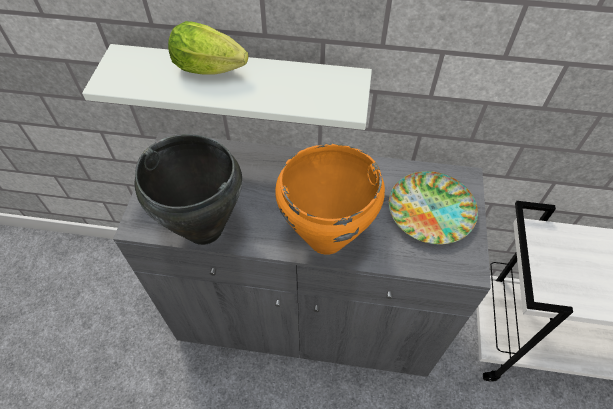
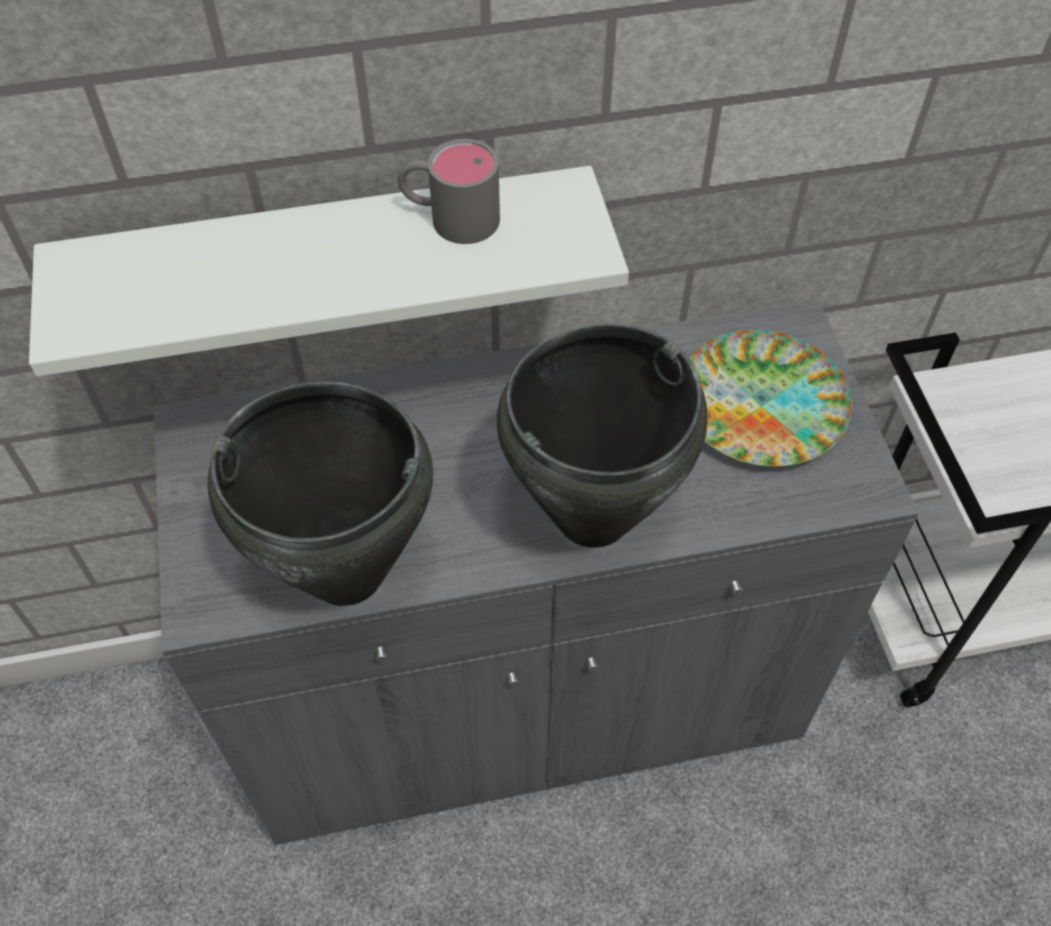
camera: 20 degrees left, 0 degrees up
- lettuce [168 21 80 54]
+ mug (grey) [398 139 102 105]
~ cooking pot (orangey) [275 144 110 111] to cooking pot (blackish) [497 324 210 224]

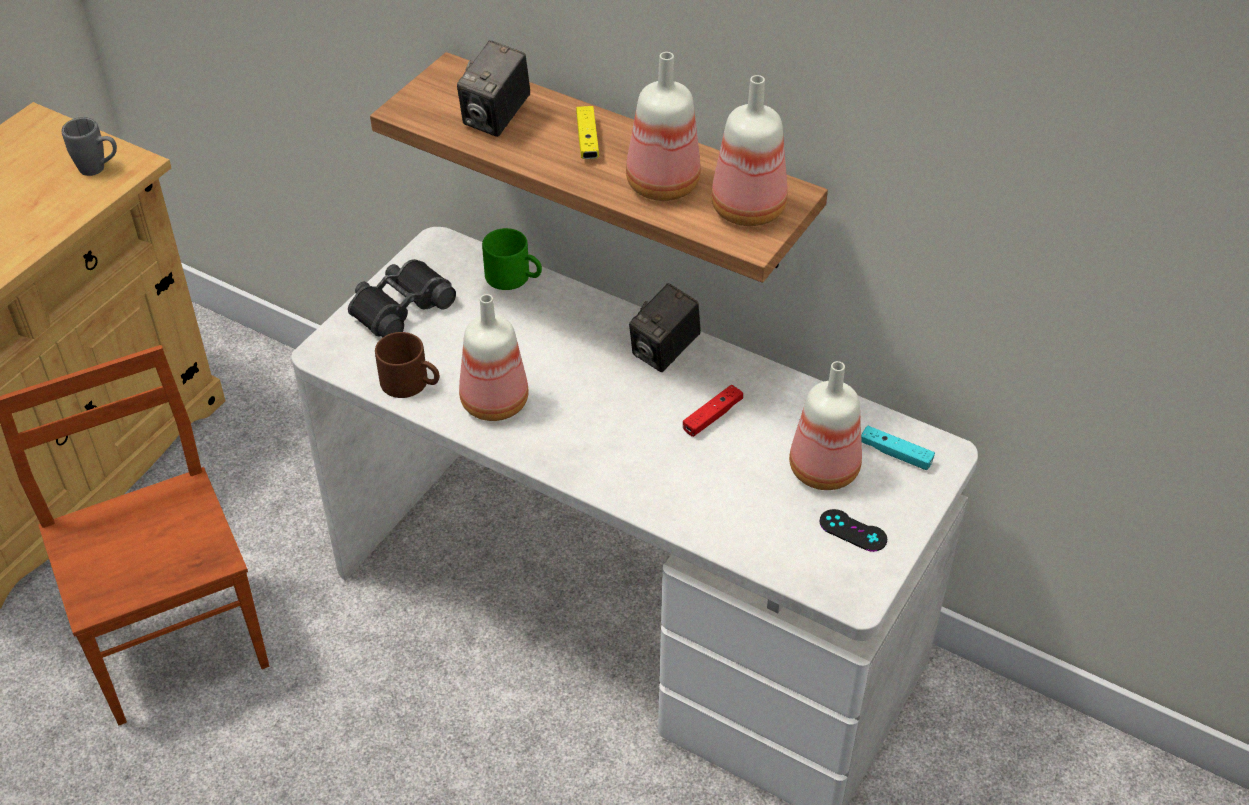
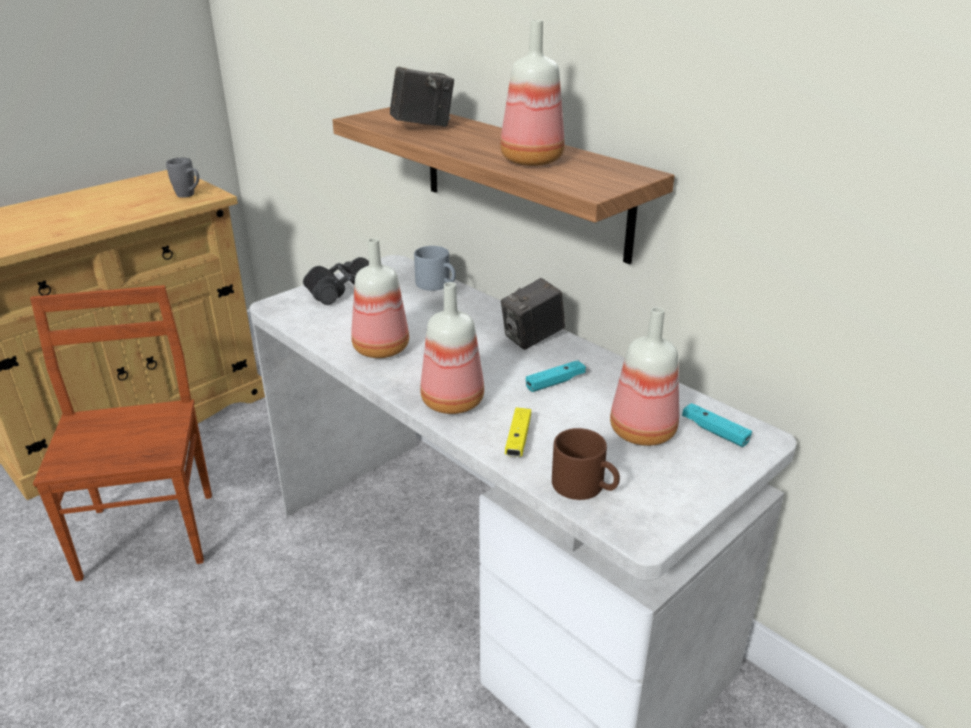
camera: 15 degrees right, 15 degrees down
- joypad (blackish) [819 509 68 43]
~ mug (brown) [375 332 64 66] to [552 428 68 72]
~ joypad (yellow-coloured) [576 106 23 53] to [505 408 26 49]
~ beverage bottle [711 75 77 151] to [420 282 64 132]
~ mug (green) [482 228 60 62] to mug (grey) [414 246 42 45]
~ joypad (reddish) [683 385 60 52] to joypad (turquoise) [526 360 60 32]
~ photo camera [457 40 73 97] = [390 66 64 61] 150 degrees counterclockwise

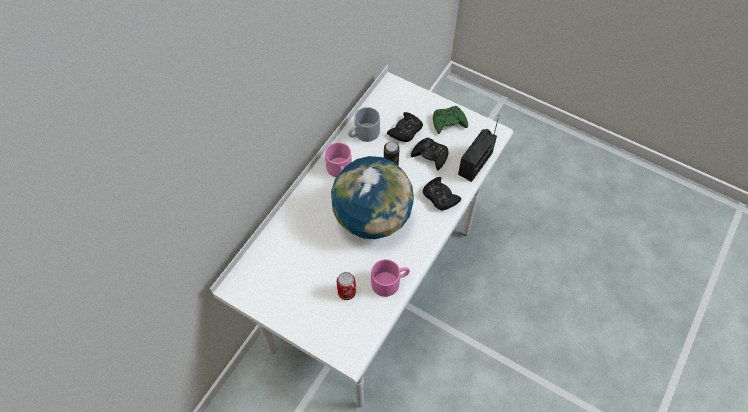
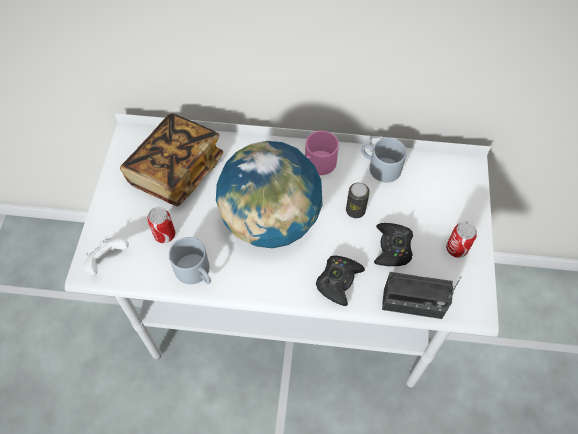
camera: 65 degrees right, 0 degrees up
- joypad (blackish) [387 112 36 30]
+ joypad (white-coloured) [83 237 46 39]
+ volume [120 113 103 93]
~ joypad (green) [433 106 35 28] to can [446 221 31 37]
~ mug (pinkish) [371 259 39 38] to mug (grey) [169 237 42 47]

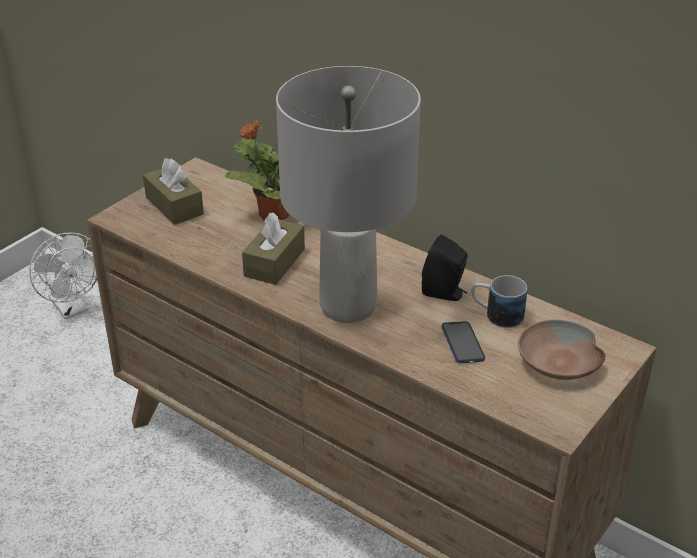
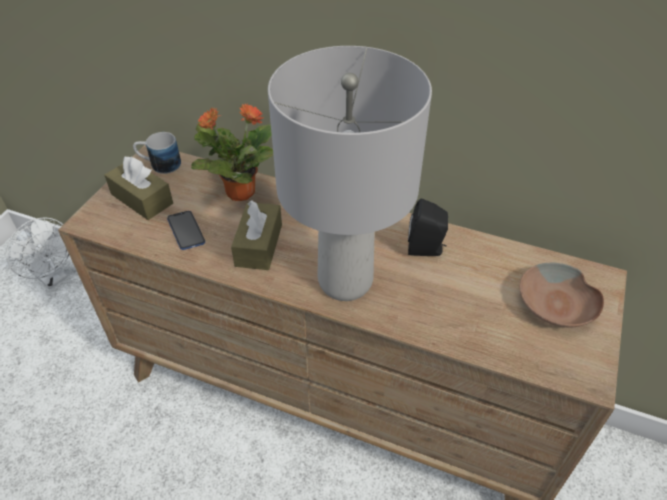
camera: 15 degrees left, 10 degrees up
~ handset [441 321 44 42] to [167 211 38 39]
~ mug [471 275 56 53] to [133 132 48 42]

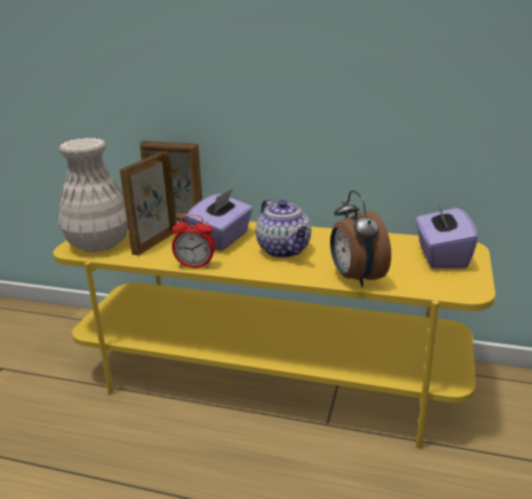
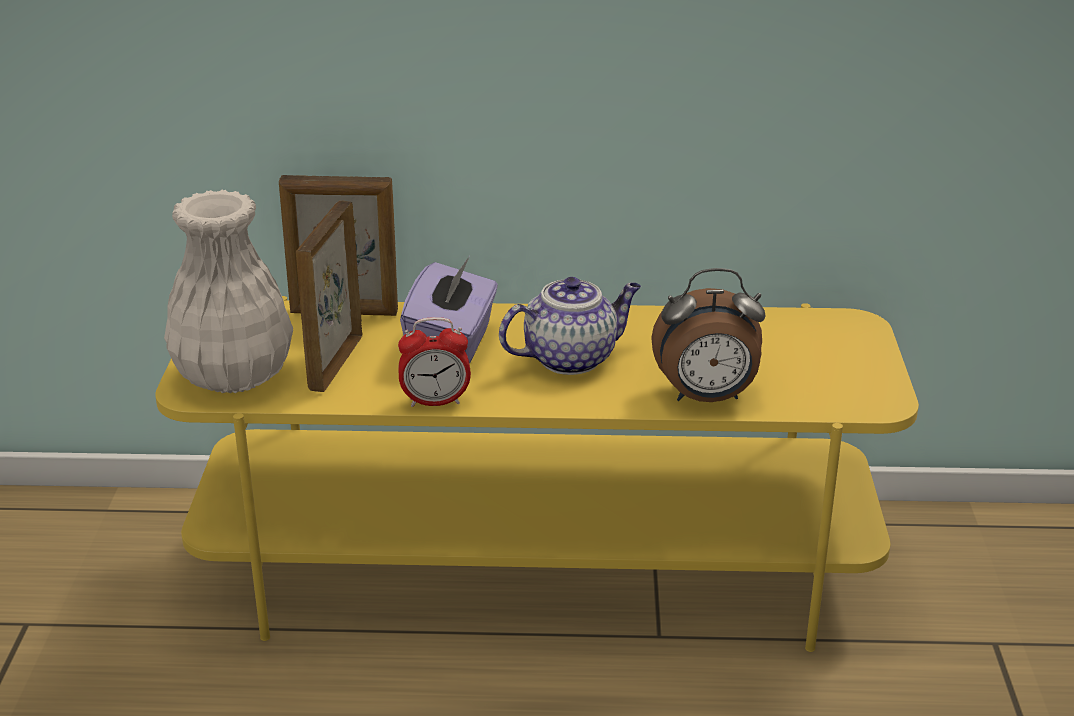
camera: 15 degrees left, 5 degrees up
- box of tissues (purplish) [416 199 62 70]
~ tea pot [256 199 55 59] = [499 277 142 98] 75 degrees counterclockwise
~ alarm clock [330 190 61 97] = [651 268 114 134] 60 degrees counterclockwise

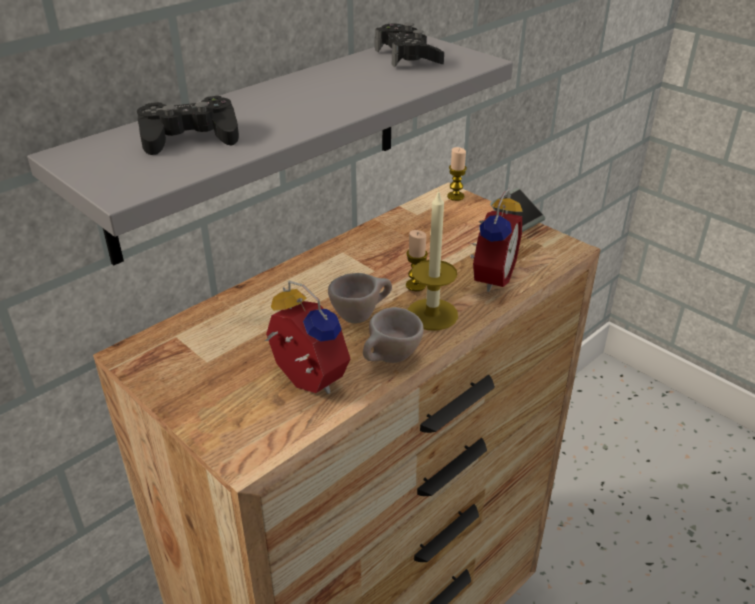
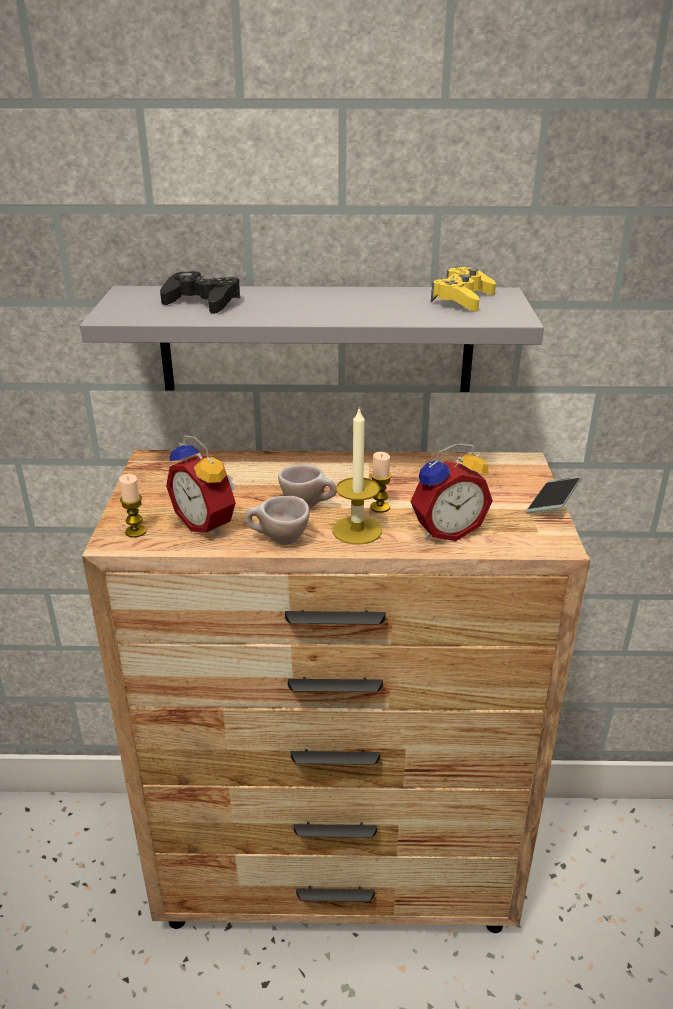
camera: 45 degrees right, 5 degrees down
~ wax light [447 147 20 54] to [119 474 27 64]
~ joypad (blackish) [375 23 69 44] to joypad (yellow-coloured) [431 267 65 45]
~ alarm clock [265 281 85 113] = [166 435 70 101] 135 degrees clockwise

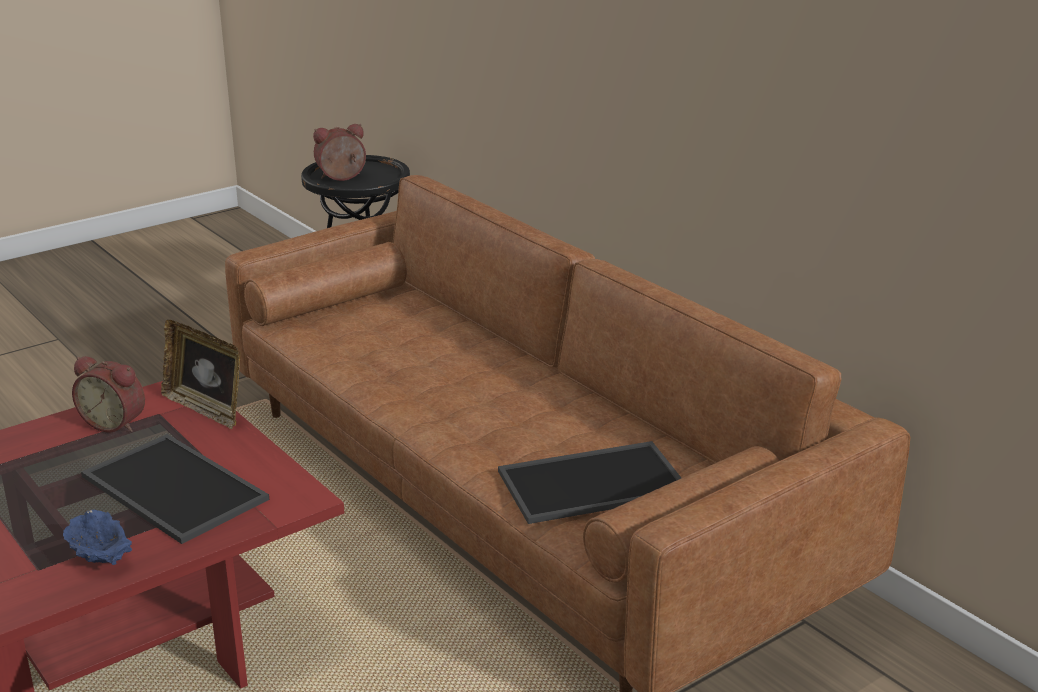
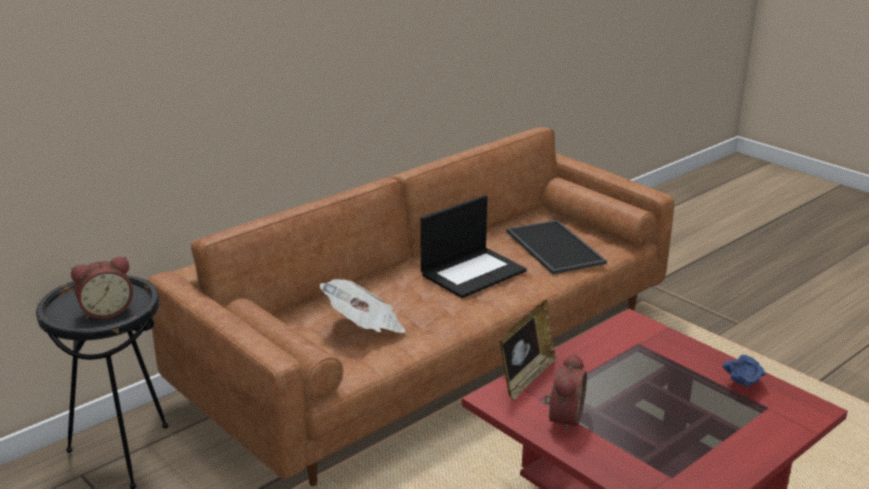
camera: 95 degrees left, 0 degrees up
- carrying tray [81 434 188 110]
+ daily paper [320 279 86 54]
+ laptop [421 195 106 103]
~ alarm clock [313 124 53 57] = [71 257 62 62] 90 degrees counterclockwise

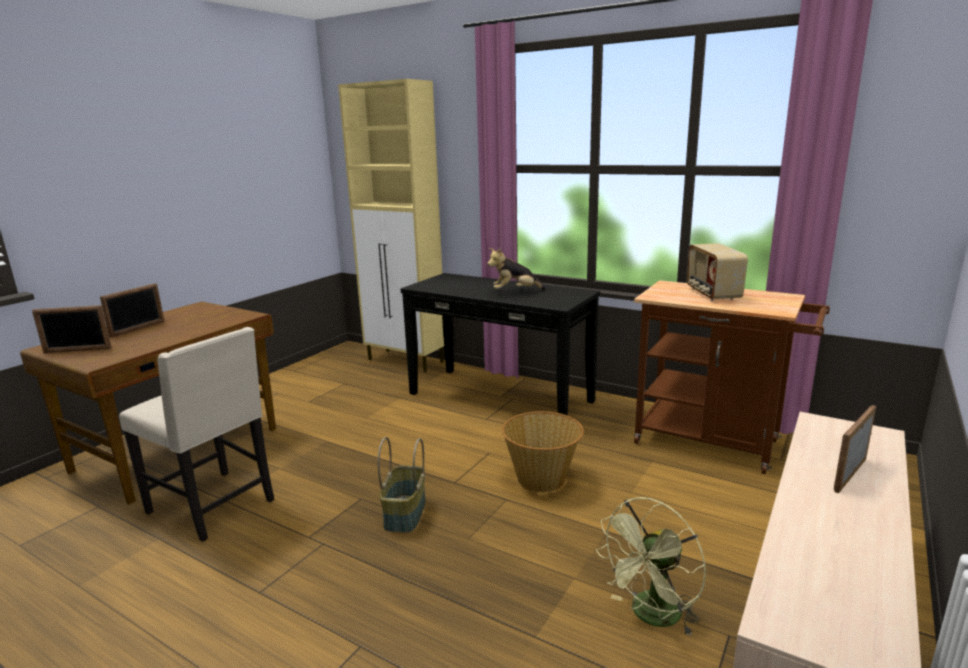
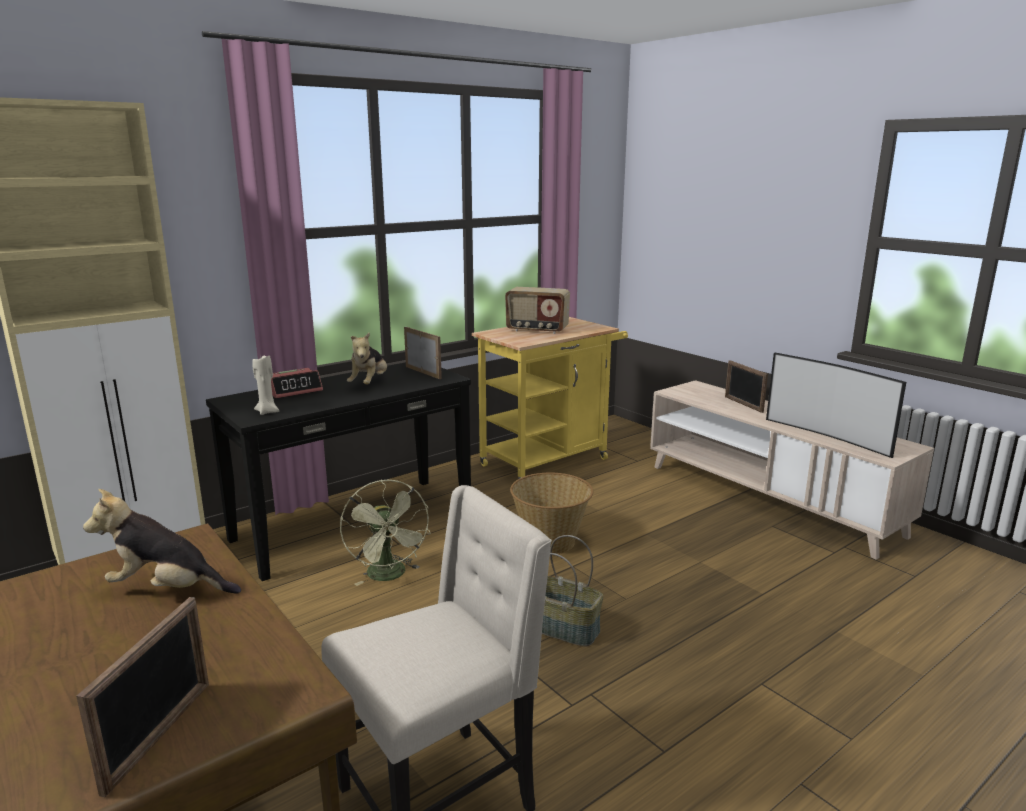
camera: 70 degrees left, 0 degrees up
+ soft toy [83 489 158 105]
+ wax light (beige-coloured) [252 355 27 60]
+ alarm clock [271 368 52 30]
+ television [766 353 140 105]
~ photo frame [100 283 64 55] to [404 327 38 52]
~ fan (green) [596 497 110 139] to [340 479 90 107]
~ cart (brown) [634 280 196 194] to cart (yellow-coloured) [472 317 156 162]

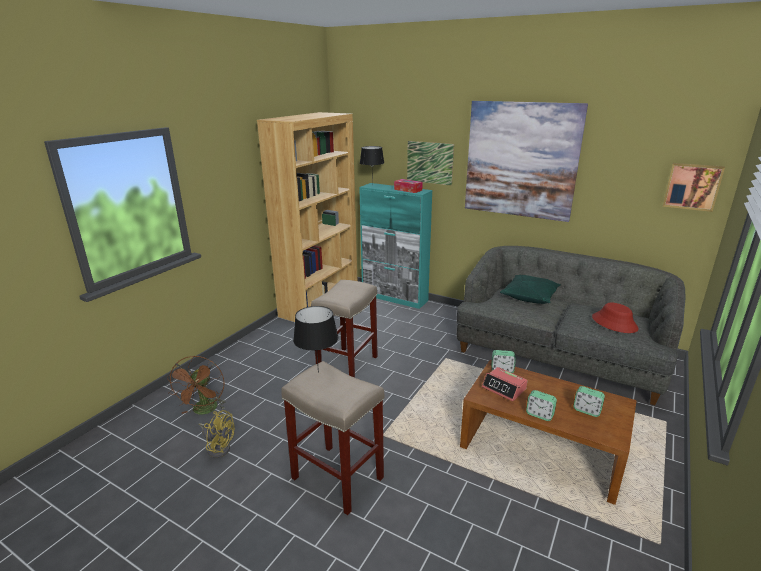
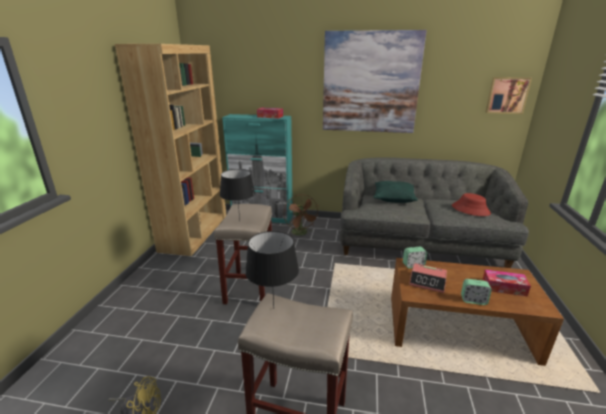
camera: 20 degrees left, 0 degrees up
- wall picture [407 141 47 45]
~ fan (brown) [167 356 59 59] to [284 194 35 42]
~ lamp for a table (blackish) [360 146 24 39] to [220 169 35 51]
~ alarm clock [573 386 32 31] to box of tissues [482 269 49 28]

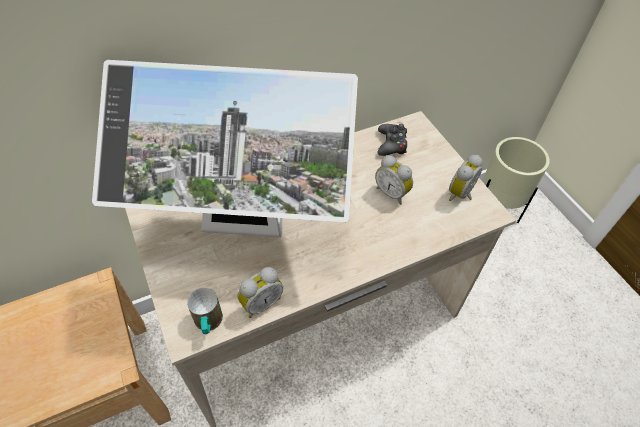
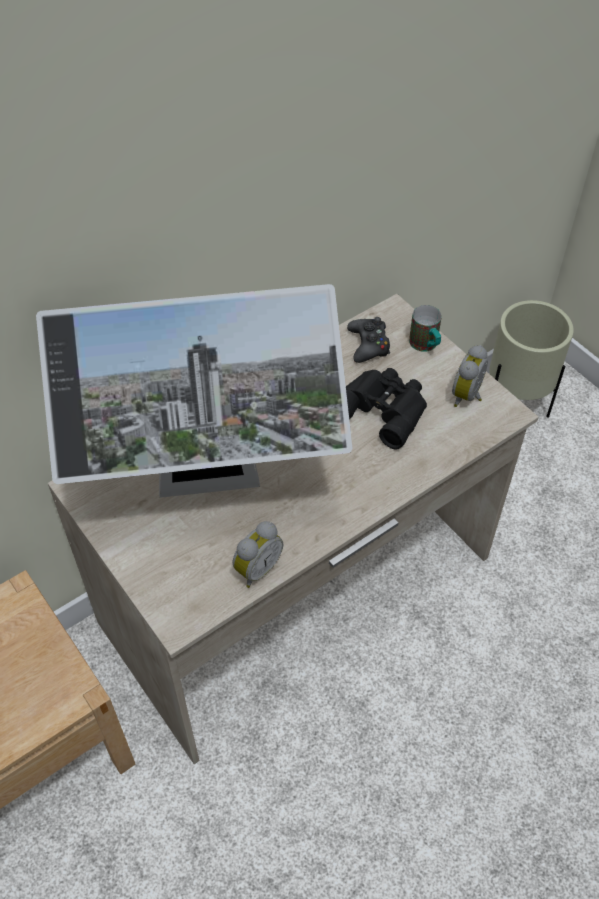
camera: 10 degrees left, 0 degrees up
~ mug [187 288 36 46] to [409 305 33 47]
~ alarm clock [375 155 38 50] to binoculars (blackish) [346 368 81 82]

